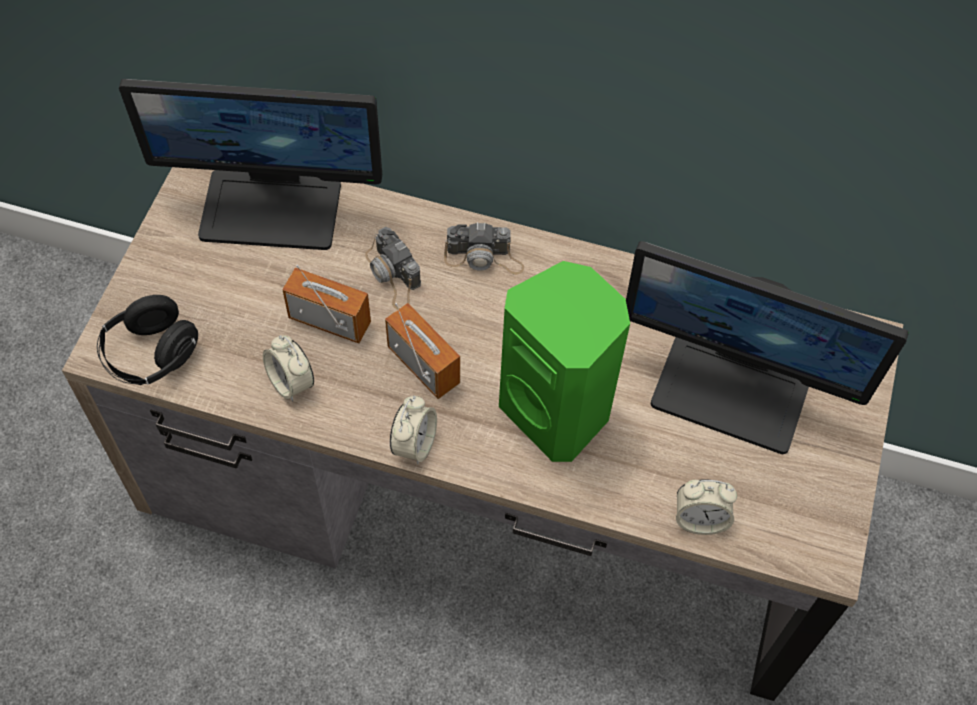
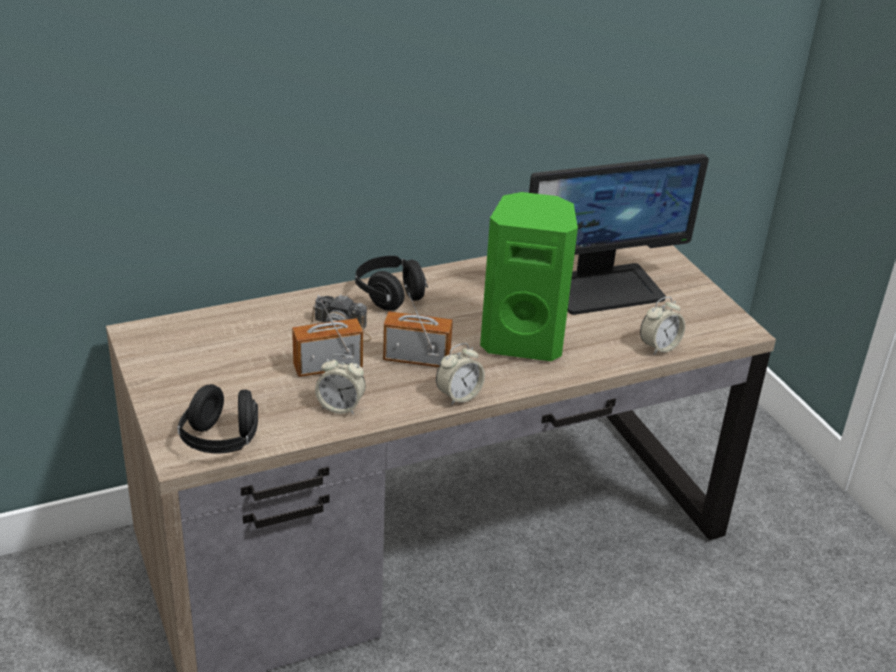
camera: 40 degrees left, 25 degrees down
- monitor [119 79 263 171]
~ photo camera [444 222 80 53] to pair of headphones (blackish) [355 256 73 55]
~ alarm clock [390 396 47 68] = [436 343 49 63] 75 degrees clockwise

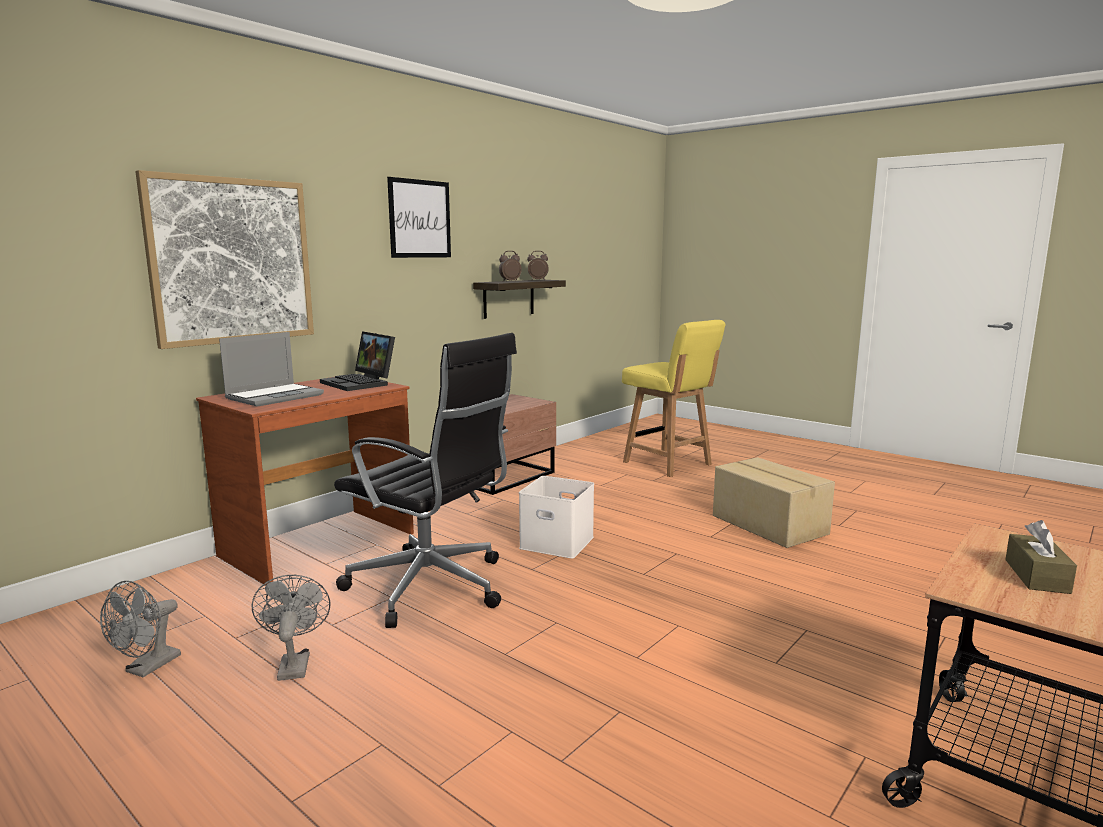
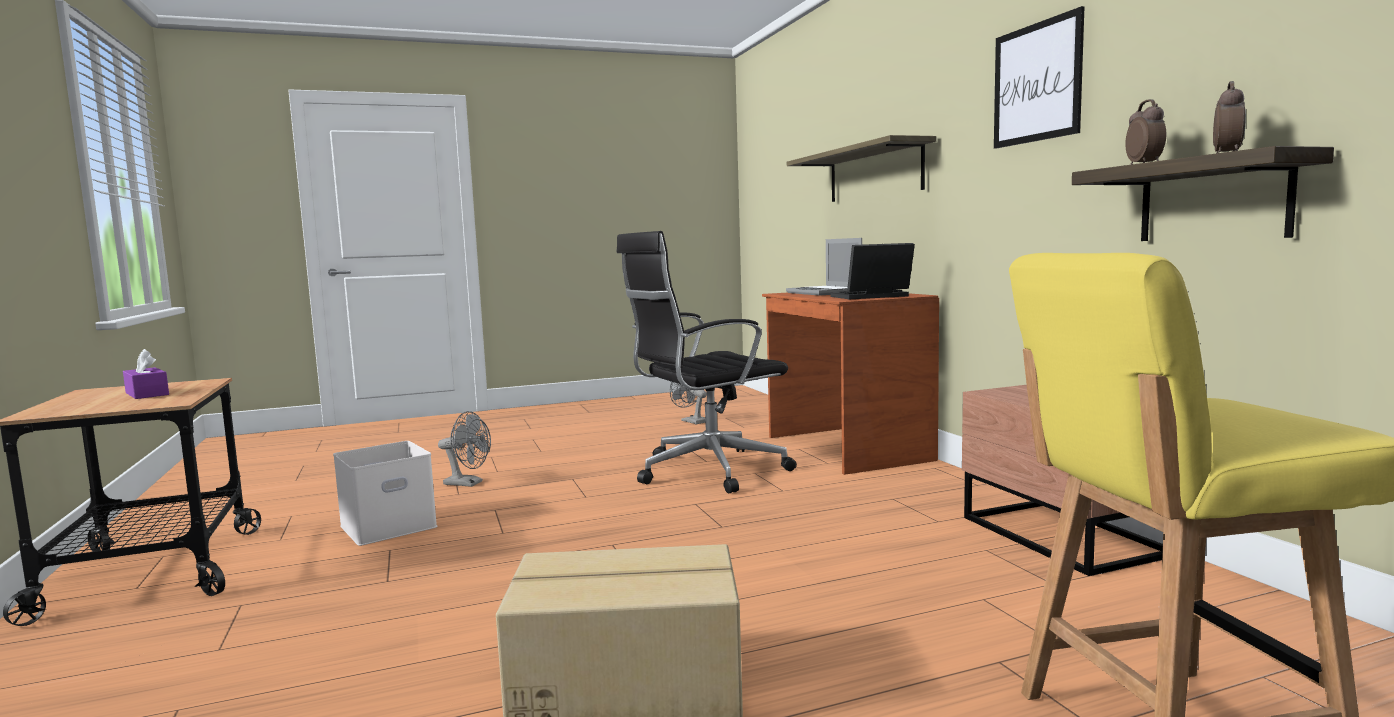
camera: 120 degrees right, 5 degrees down
~ fan (grey) [252 575 78 106] to [438 411 53 76]
~ storage box (white-coloured) [519 476 75 83] to [333 441 104 105]
~ wall picture [135 170 179 179] to wall shelf [787 135 150 67]
~ box of tissues (brown) [1005 520 72 74] to box of tissues (purplish) [123 349 46 50]

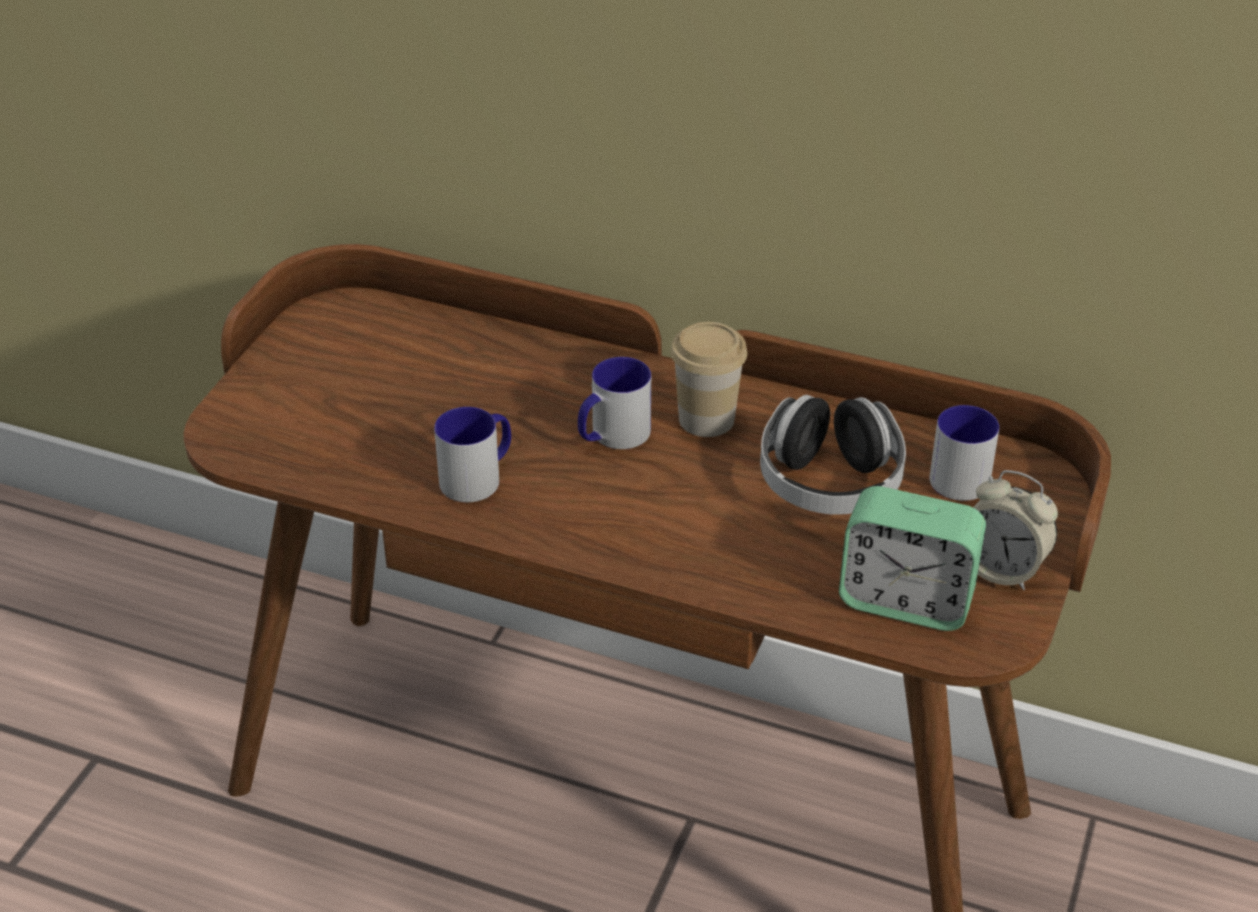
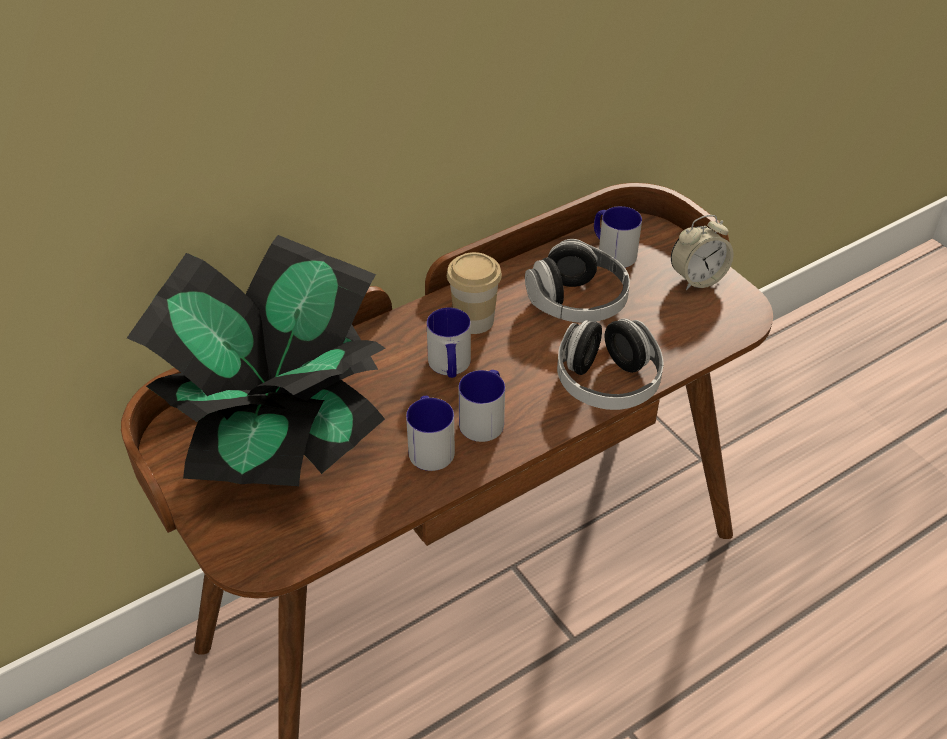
camera: 55 degrees left, 5 degrees up
- alarm clock [839 486 147 145]
+ houseplant [127 235 259 251]
+ mug [459 370 46 72]
+ pair of headphones [557 318 107 92]

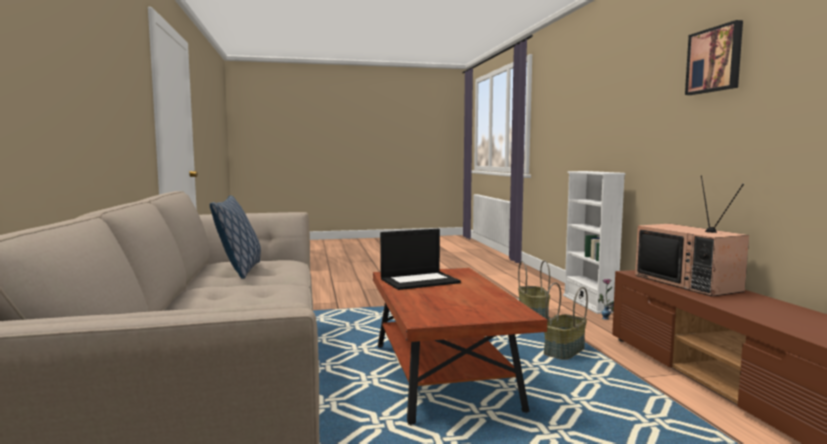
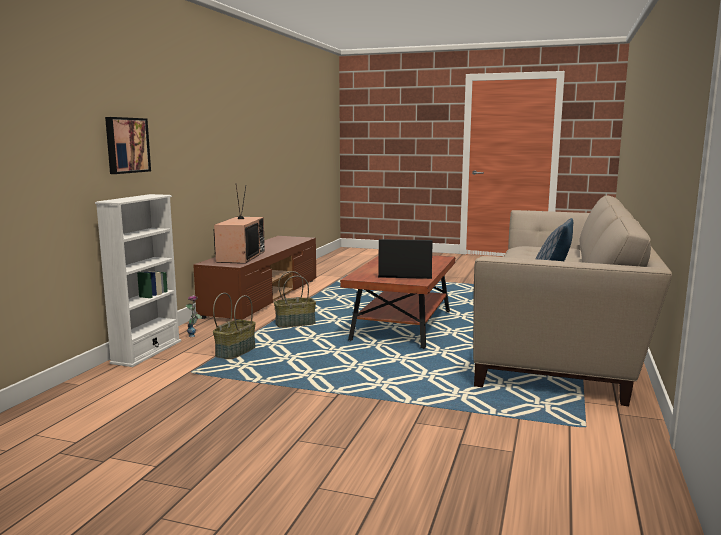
camera: 150 degrees left, 5 degrees up
~ wall picture [685 20 58 75] to [105 117 46 57]

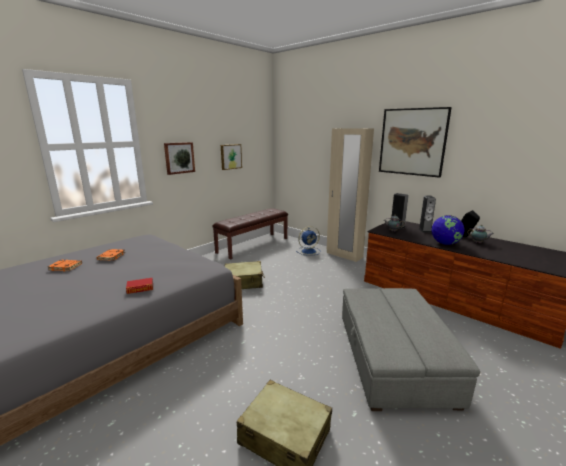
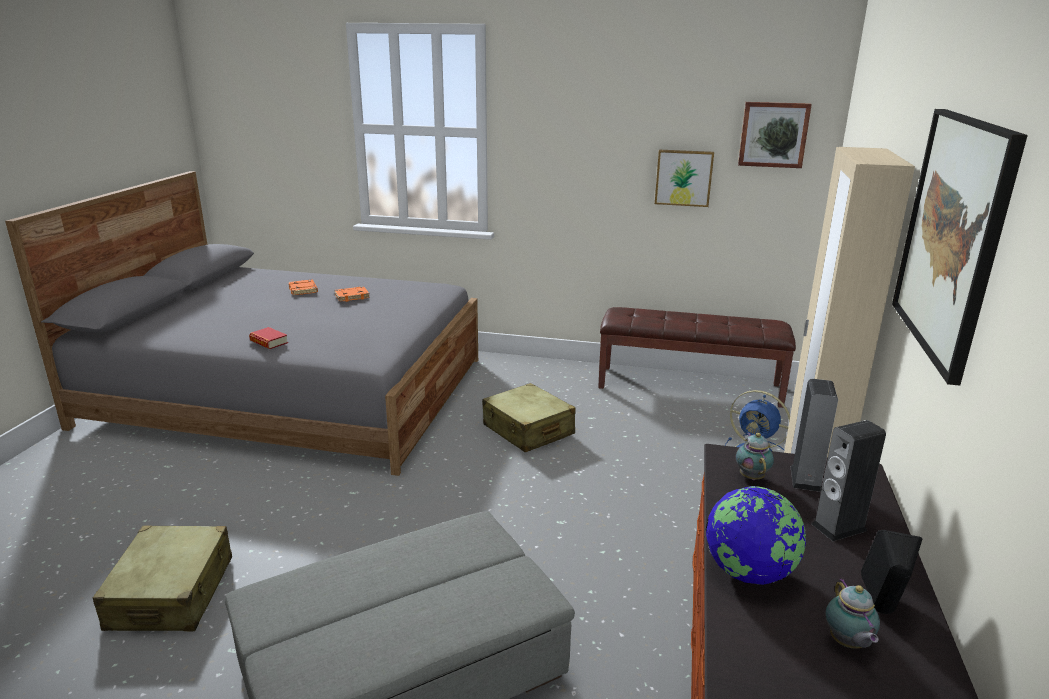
camera: 60 degrees right, 5 degrees up
~ wall picture [164 142 31 33] to [738 102 74 66]

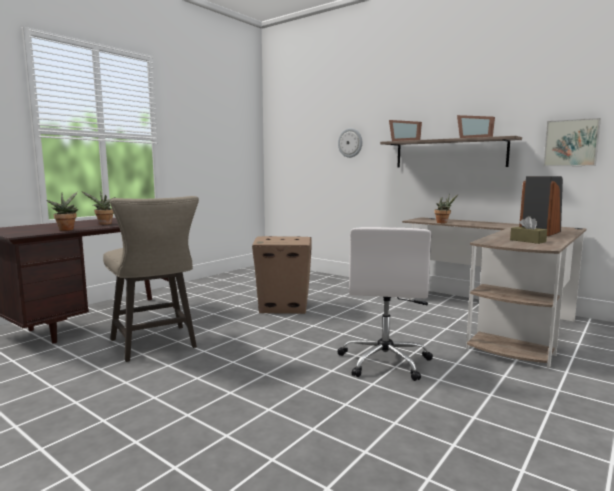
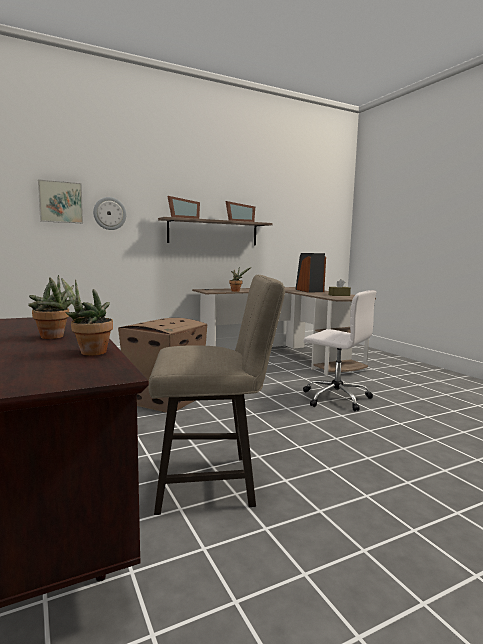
camera: 65 degrees left, 0 degrees up
~ wall picture [543 118 58 48] to [38 179 45 44]

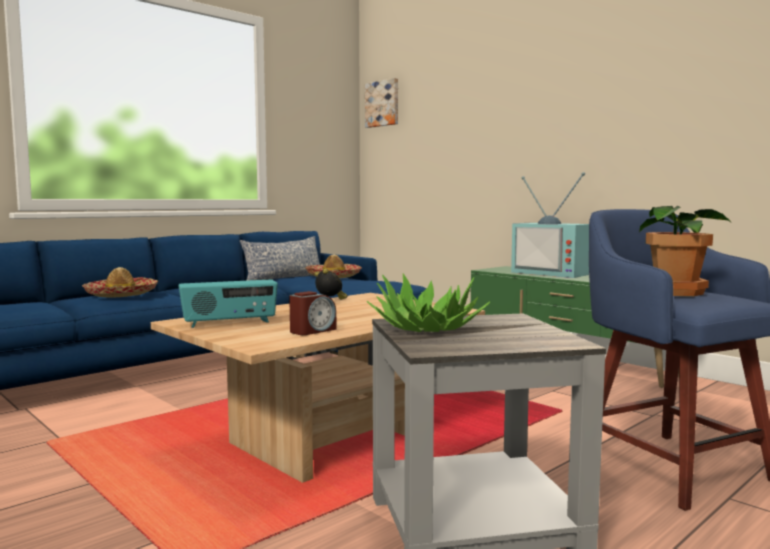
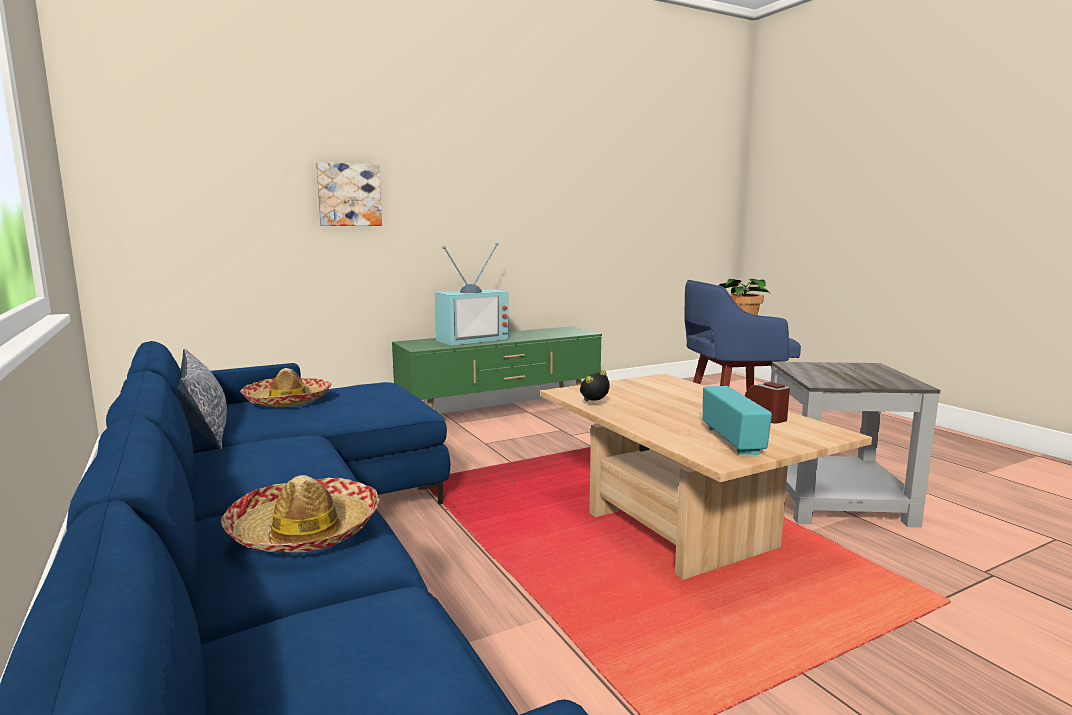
camera: 75 degrees left, 5 degrees up
- houseplant [367 274 123 58]
~ wall picture [365 78 33 50] to [316 162 66 64]

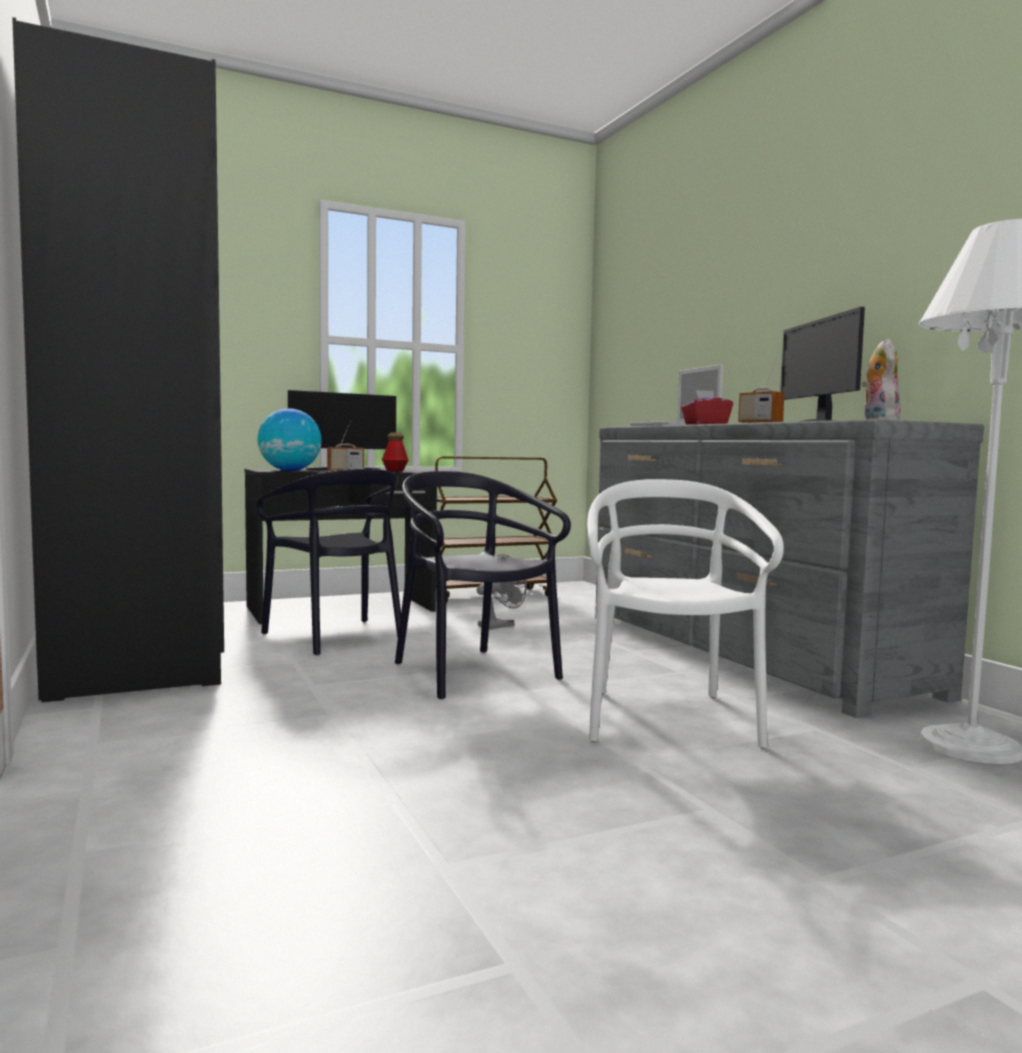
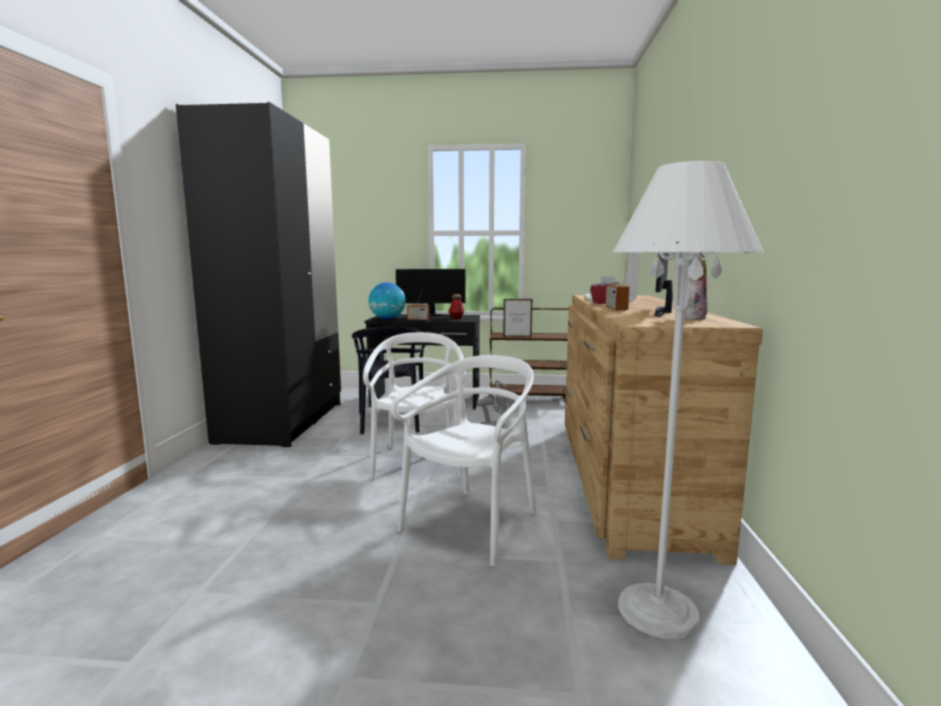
camera: 30 degrees right, 5 degrees up
+ photo frame [503 299 29 38]
~ plain chair (blackish) [395 471 176 228] to plain chair (white-coloured) [363 332 102 147]
~ dresser (grey) [595 419 389 299] to dresser (brown) [565 295 198 270]

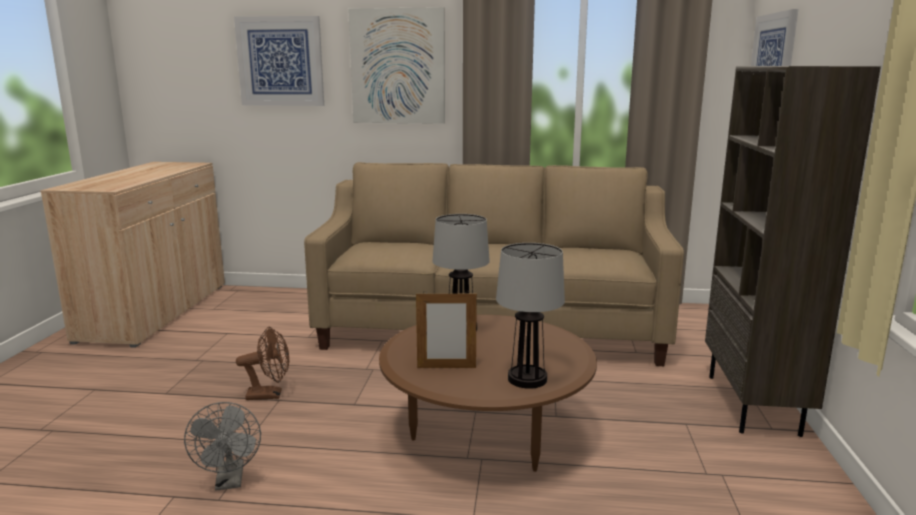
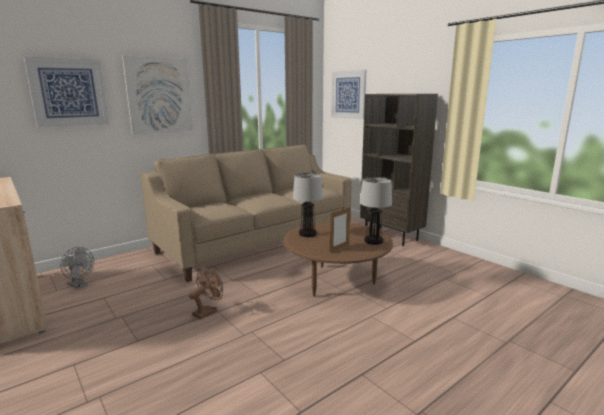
camera: 45 degrees left, 0 degrees up
~ fan (grey) [184 402 77 88] to [60 247 34 42]

